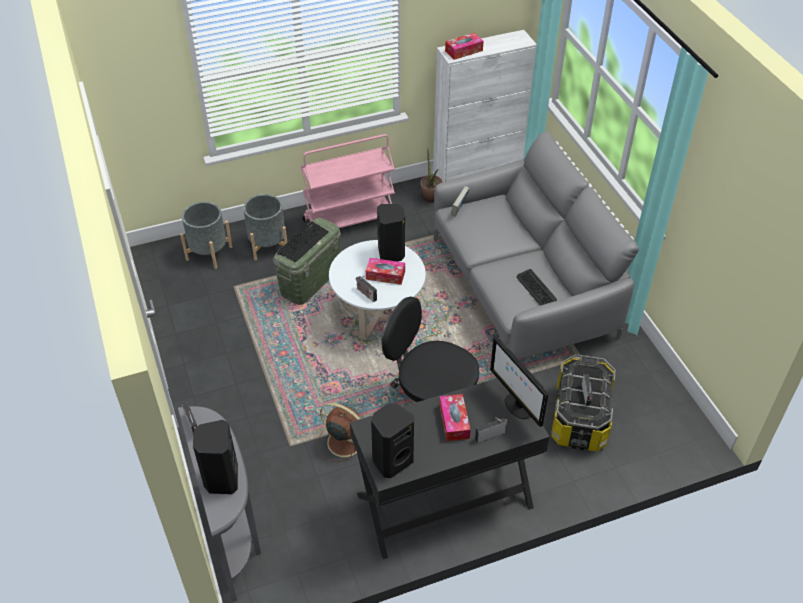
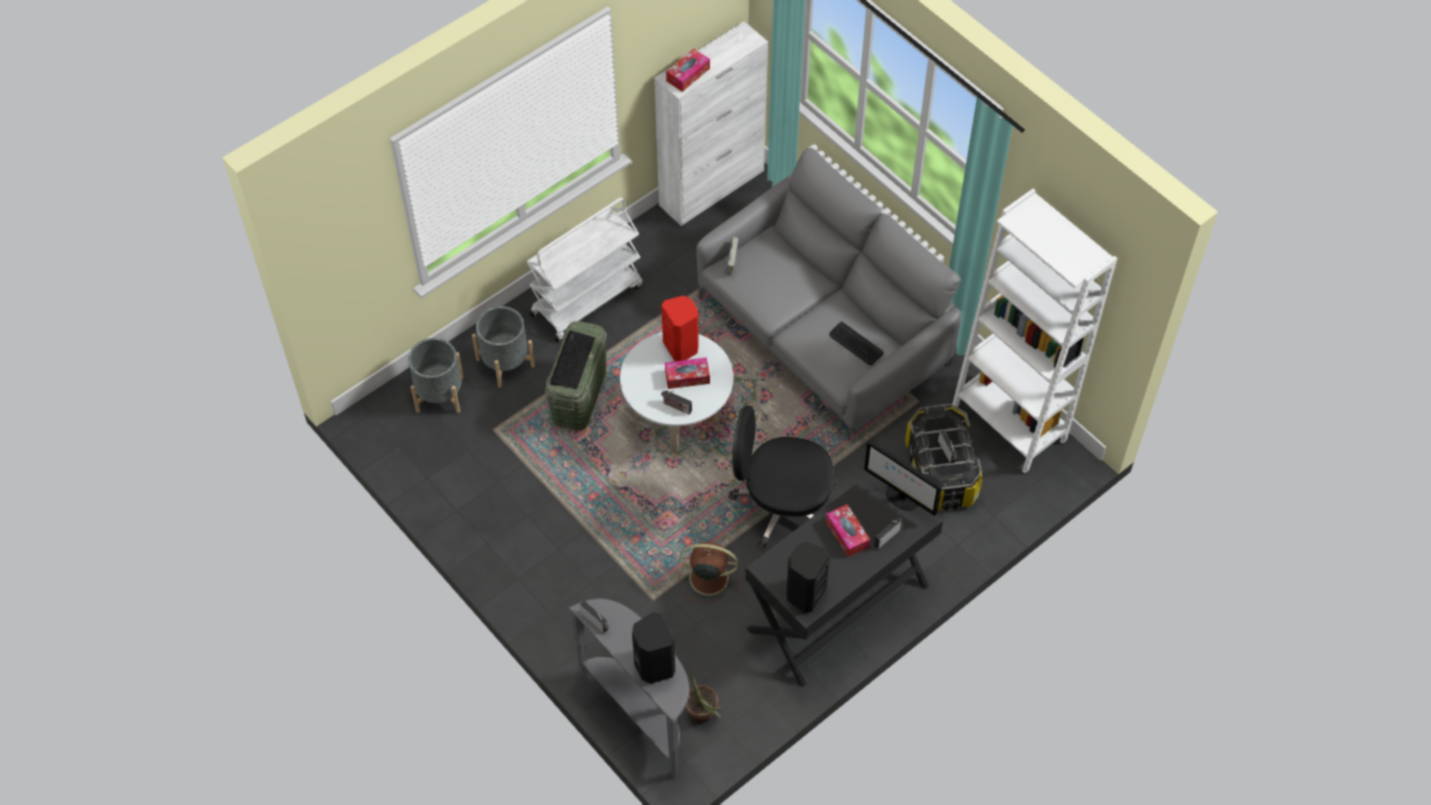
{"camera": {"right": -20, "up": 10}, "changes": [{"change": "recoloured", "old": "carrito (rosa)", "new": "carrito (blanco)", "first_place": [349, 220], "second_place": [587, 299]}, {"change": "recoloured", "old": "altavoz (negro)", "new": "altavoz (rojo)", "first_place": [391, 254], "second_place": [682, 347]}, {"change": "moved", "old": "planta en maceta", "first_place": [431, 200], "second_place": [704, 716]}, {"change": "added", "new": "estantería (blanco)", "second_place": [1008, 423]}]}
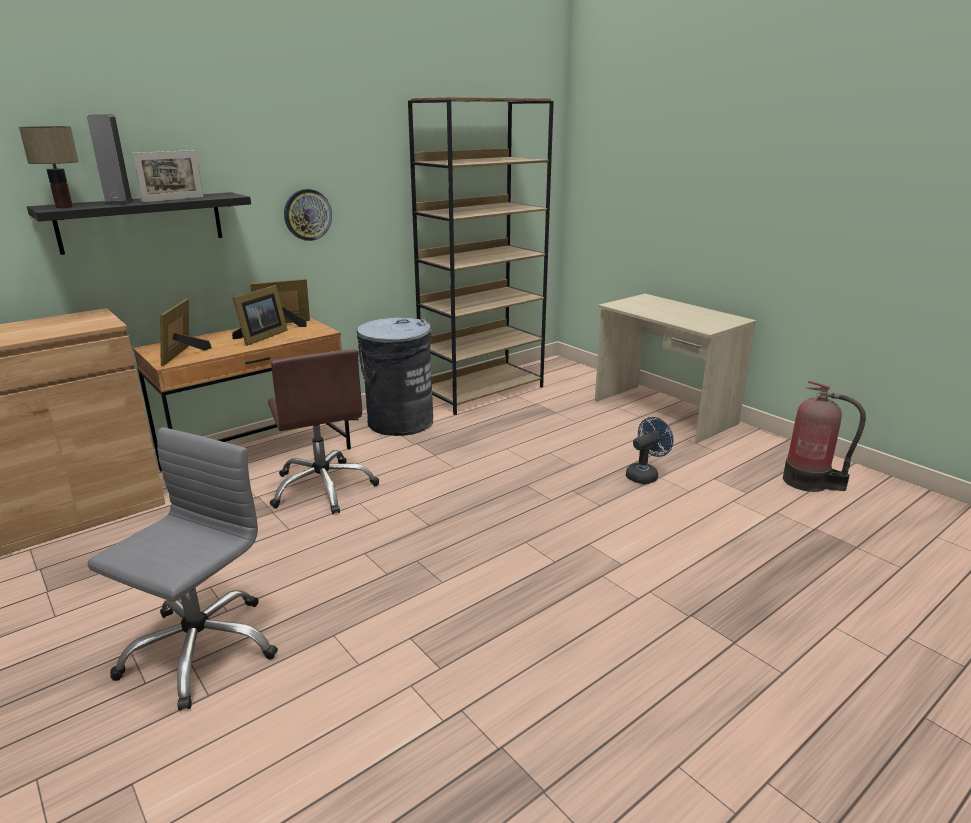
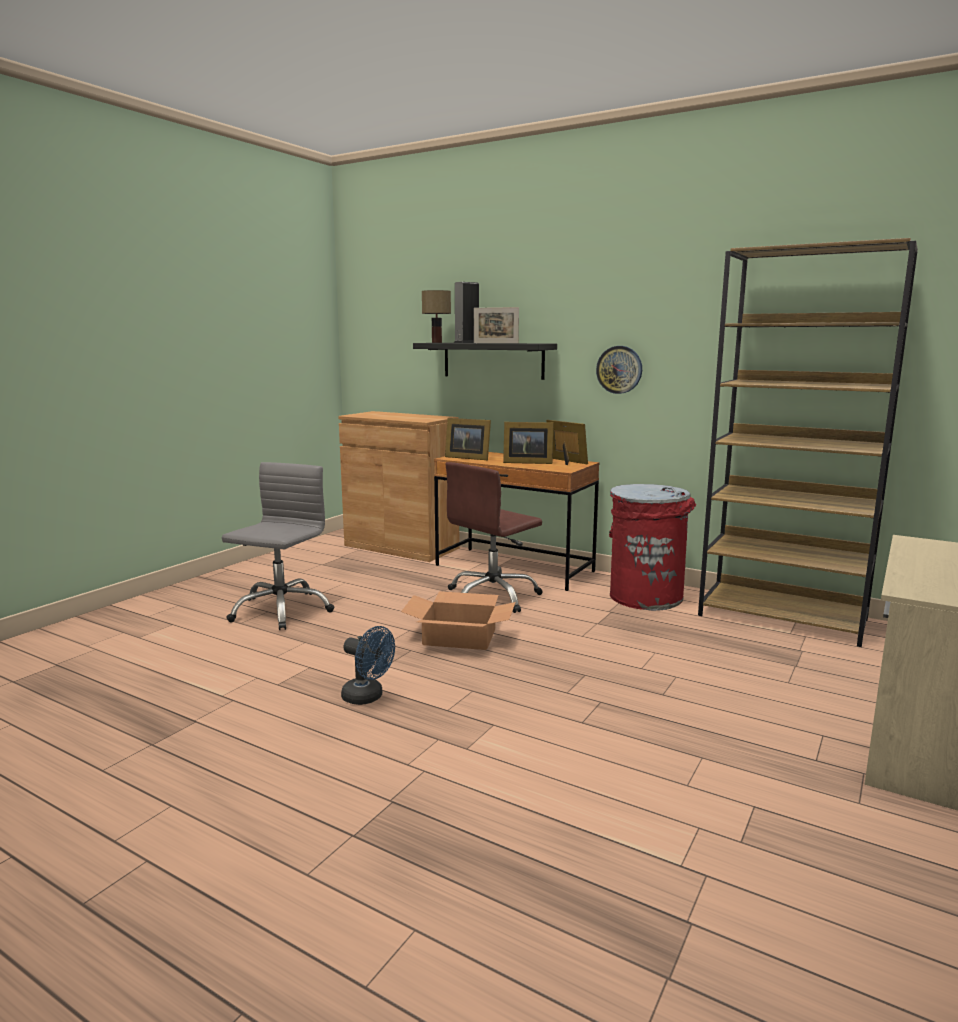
{"camera": {"right": 70, "up": -10}, "changes": [{"change": "turned", "old": "silla de oficina (gris)", "first_place": [200, 649], "second_place": [281, 610], "degrees": -75}, {"change": "turned", "old": "portarretratos", "first_place": [184, 355], "second_place": [467, 457], "degrees": -135}, {"change": "recoloured", "old": "papelera (gris)", "new": "papelera (rojo)", "first_place": [399, 422], "second_place": [645, 597]}, {"change": "moved", "old": "ventilador (azul)", "first_place": [645, 475], "second_place": [368, 697]}, {"change": "removed", "old": "extintor", "first_place": [809, 482]}, {"change": "added", "new": "caja de cartón", "second_place": [459, 637]}]}
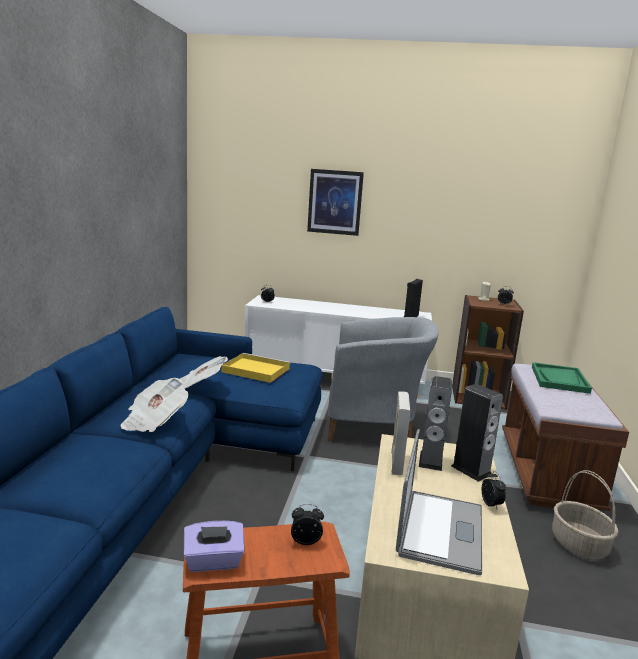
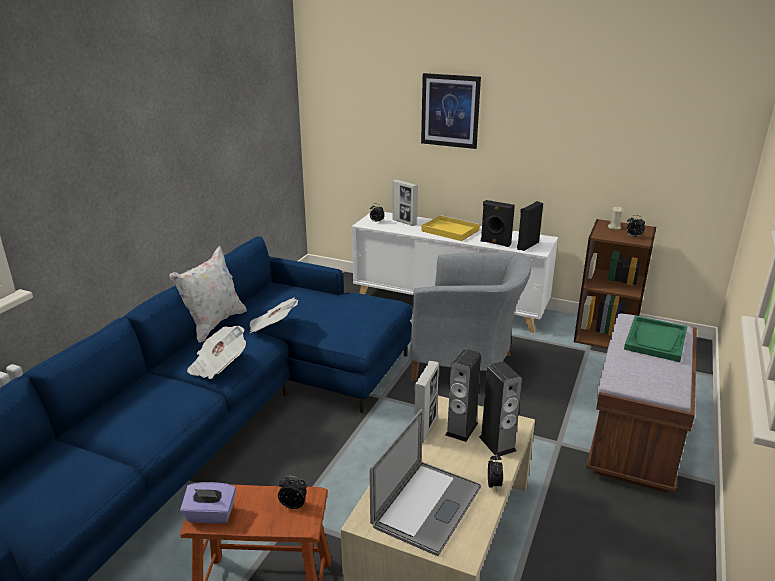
{"camera": {"right": 15, "up": 10}, "changes": [{"change": "moved", "old": "bandeja (amarillo)", "first_place": [254, 370], "second_place": [449, 230]}, {"change": "removed", "old": "cesta", "first_place": [580, 545]}, {"change": "added", "new": "cojín (blanco)", "second_place": [214, 324]}, {"change": "added", "new": "portarretratos", "second_place": [404, 222]}, {"change": "added", "new": "altavoz (negro)", "second_place": [495, 243]}]}
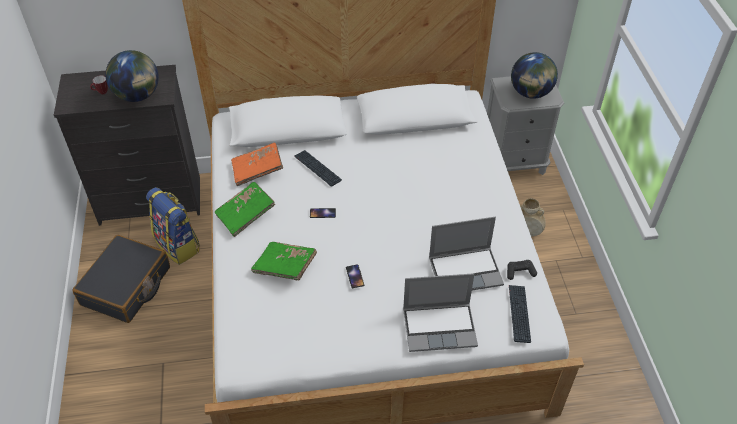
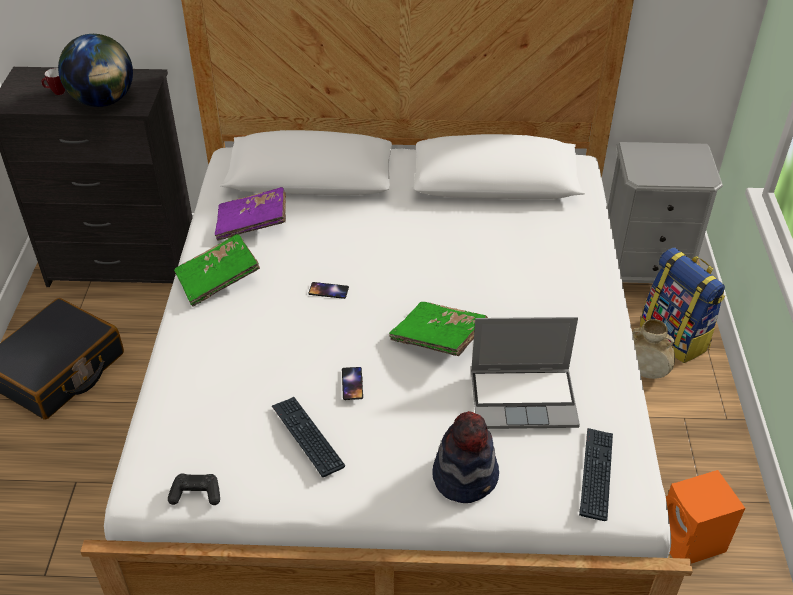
{"camera": {"right": 10, "up": -5}, "changes": [{"change": "moved", "old": "mochila", "first_place": [178, 245], "second_place": [675, 337]}, {"change": "recoloured", "old": "libro (naranja)", "new": "libro (morado)", "first_place": [257, 170], "second_place": [253, 224]}, {"change": "moved", "old": "libro (verde)", "first_place": [285, 267], "second_place": [438, 339]}, {"change": "moved", "old": "teclado", "first_place": [317, 168], "second_place": [307, 437]}, {"change": "replaced", "old": "portátil", "new": "sombrero", "first_place": [440, 327], "second_place": [466, 476]}, {"change": "moved", "old": "mando de consola (negro)", "first_place": [520, 272], "second_place": [196, 494]}, {"change": "removed", "old": "globo terráqueo", "first_place": [530, 93]}, {"change": "added", "new": "altavoz (naranja)", "second_place": [691, 542]}]}
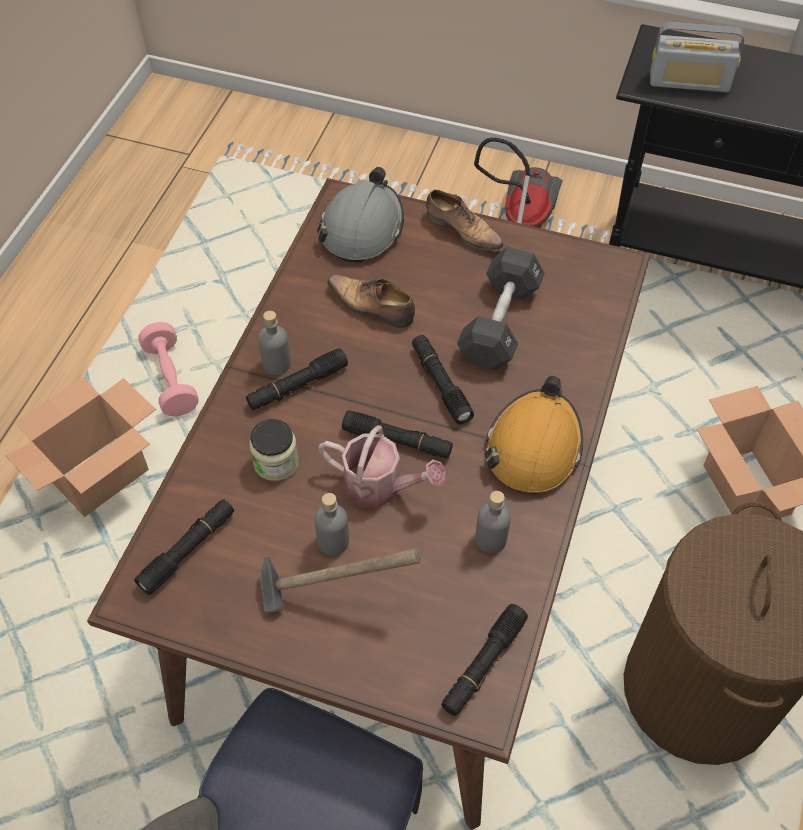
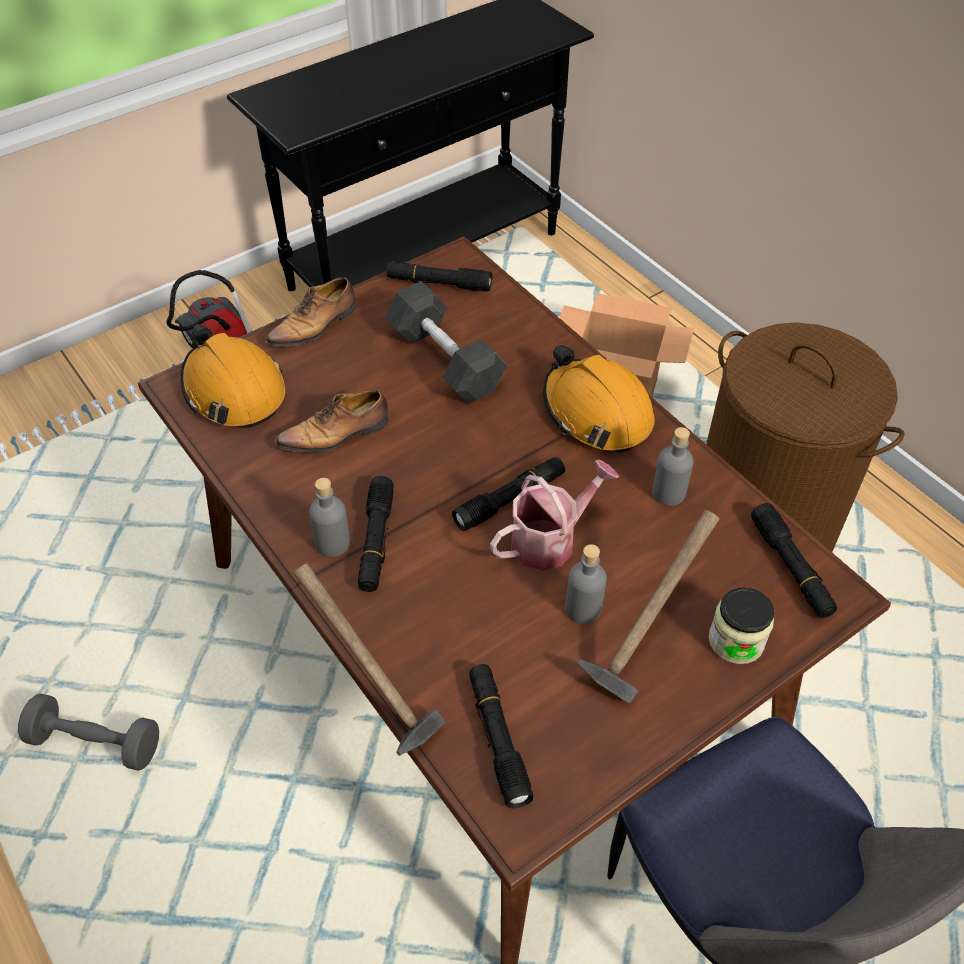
{"camera": {"right": -55, "up": -5}, "changes": [{"change": "removed", "old": "caja de cartón", "first_place": [101, 476]}, {"change": "recoloured", "old": "mancuerna (rosa)", "new": "mancuerna (gris)", "first_place": [171, 379], "second_place": [96, 742]}, {"change": "moved", "old": "tarro", "first_place": [276, 462], "second_place": [736, 641]}, {"change": "recoloured", "old": "casco (gris)", "new": "casco (naranja)", "first_place": [362, 228], "second_place": [233, 390]}, {"change": "moved", "old": "linterna (negro)", "first_place": [440, 384], "second_place": [439, 283]}, {"change": "turned", "old": "zapato", "first_place": [463, 230], "second_place": [315, 326], "degrees": 150}, {"change": "removed", "old": "radio", "first_place": [689, 82]}, {"change": "added", "new": "martillo", "second_place": [372, 696]}]}
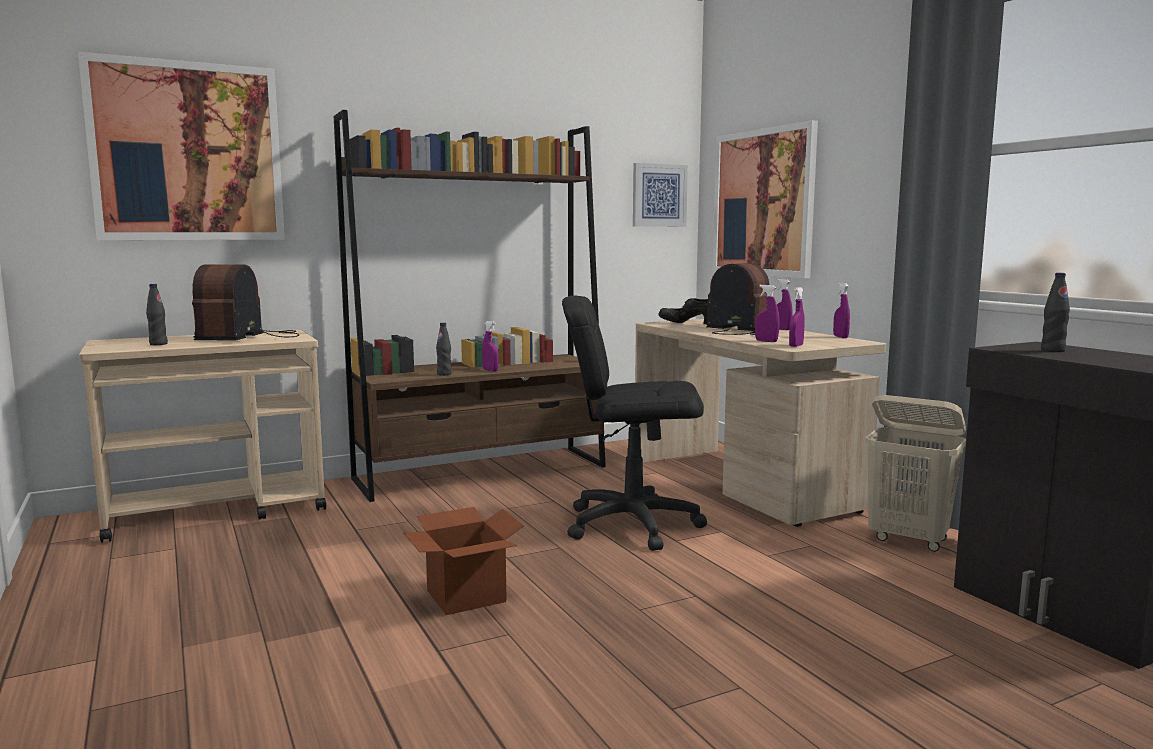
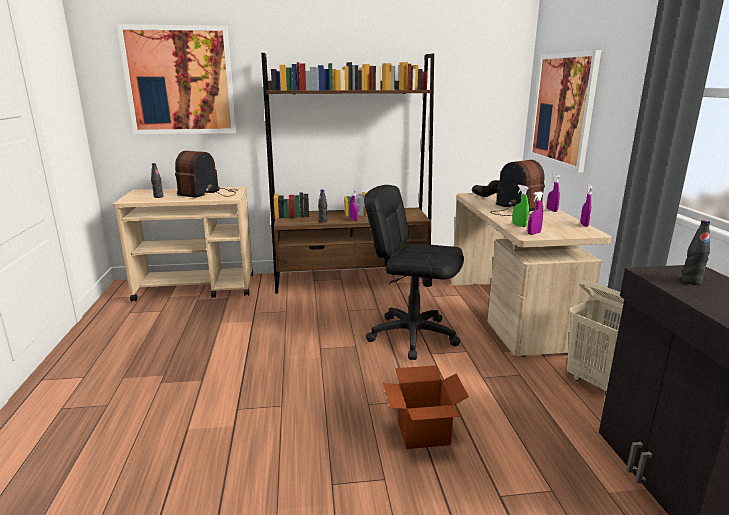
{"camera": {"right": 20, "up": 10}, "changes": [{"change": "moved", "old": "caja de cartón", "first_place": [466, 596], "second_place": [423, 432]}, {"change": "removed", "old": "cuadro", "first_place": [659, 195]}, {"change": "recoloured", "old": "pulverizador (morado)", "new": "pulverizador (verde)", "first_place": [766, 341], "second_place": [519, 225]}]}
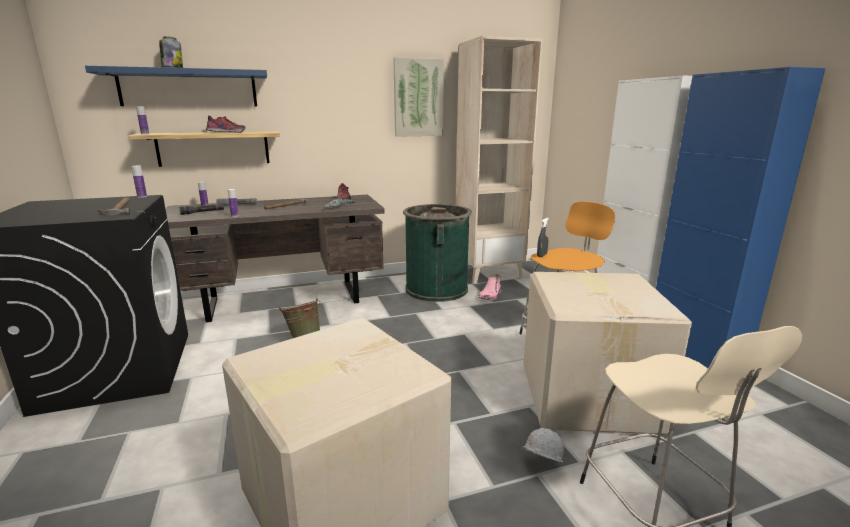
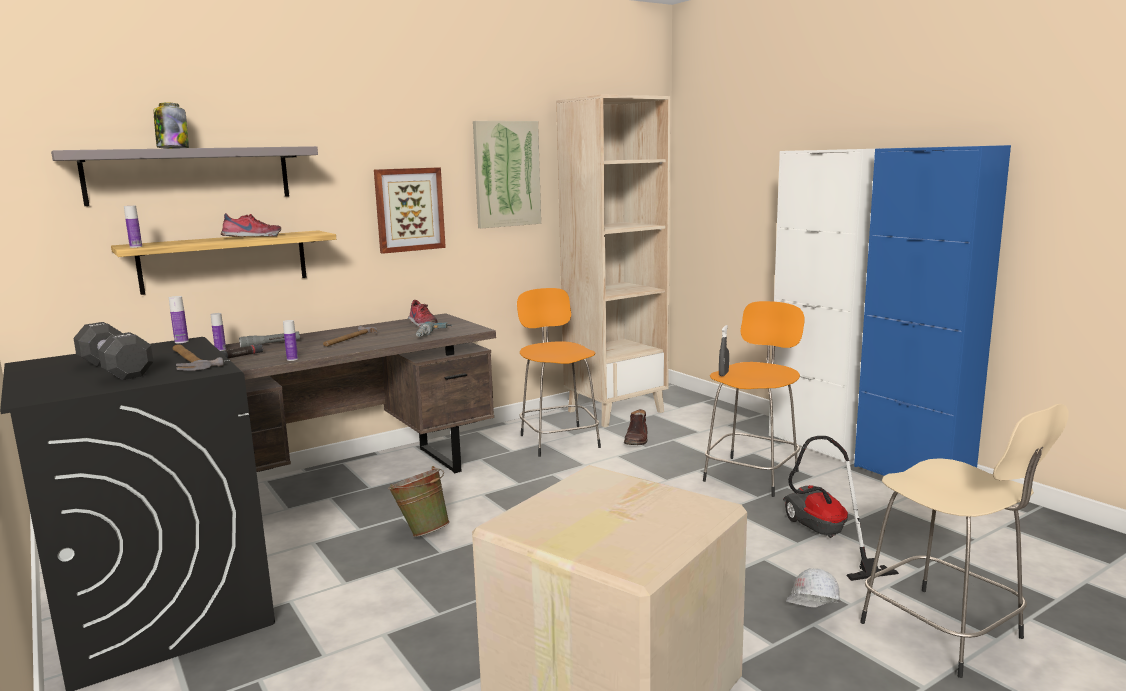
{"camera": {"right": -15, "up": -5}, "changes": [{"change": "recoloured", "old": "estante (azul)", "new": "estante (gris)", "first_place": [189, 88], "second_place": [189, 175]}, {"change": "replaced", "old": "papelera (verde)", "new": "taburete (naranja)", "first_place": [436, 289], "second_place": [558, 440]}, {"change": "recoloured", "old": "bota (rosa)", "new": "bota (marrón)", "first_place": [490, 295], "second_place": [637, 439]}, {"change": "replaced", "old": "caja de cartón", "new": "aspiradora", "first_place": [589, 395], "second_place": [823, 537]}, {"change": "added", "new": "mancuerna (negro)", "second_place": [115, 369]}, {"change": "added", "new": "cuadro", "second_place": [409, 209]}]}
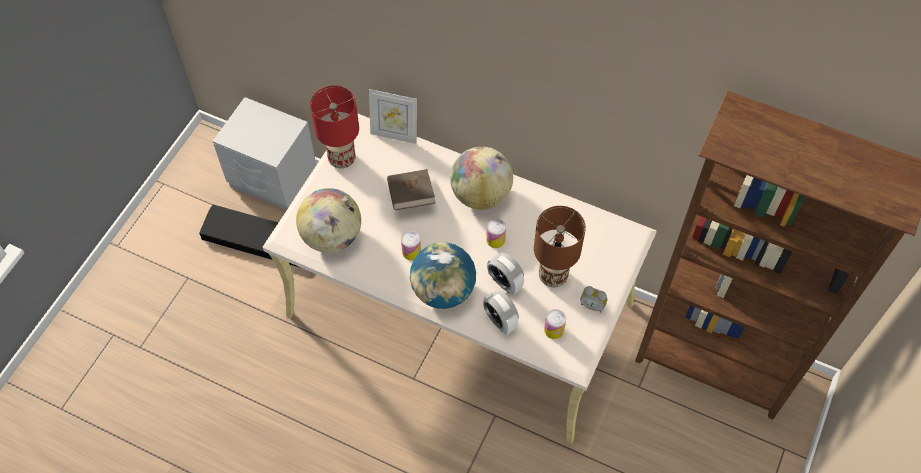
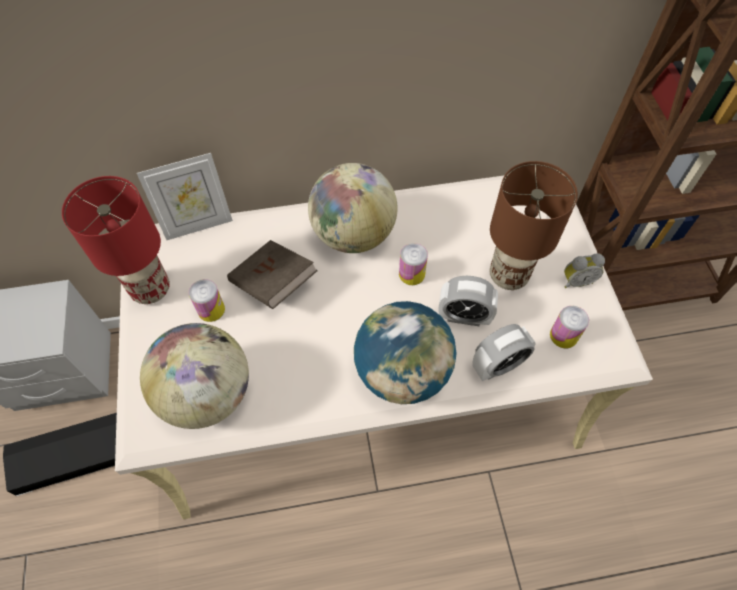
{"camera": {"right": -35, "up": 0}, "changes": [{"change": "moved", "old": "lata", "first_place": [411, 252], "second_place": [211, 309]}, {"change": "turned", "old": "despertador", "first_place": [500, 321], "second_place": [497, 365], "degrees": -45}]}
